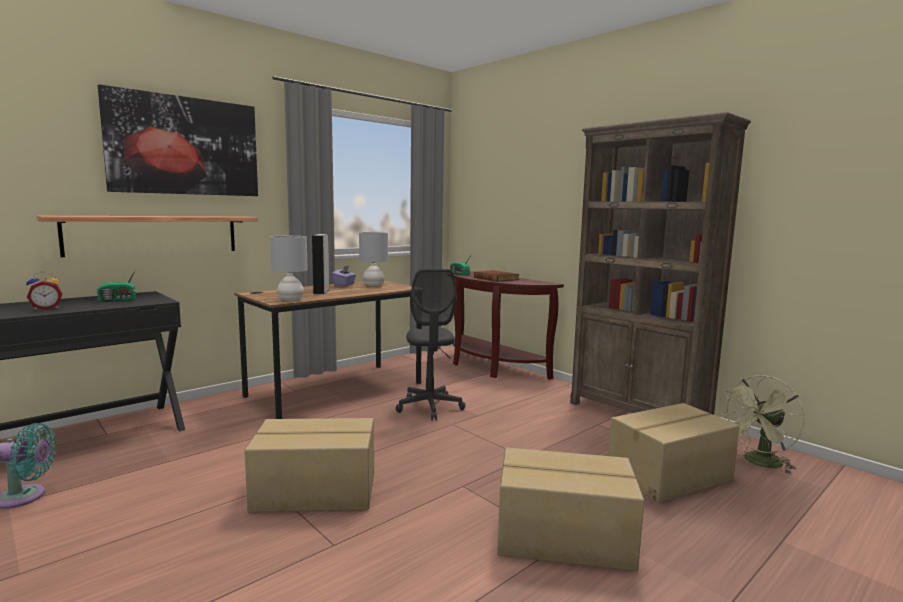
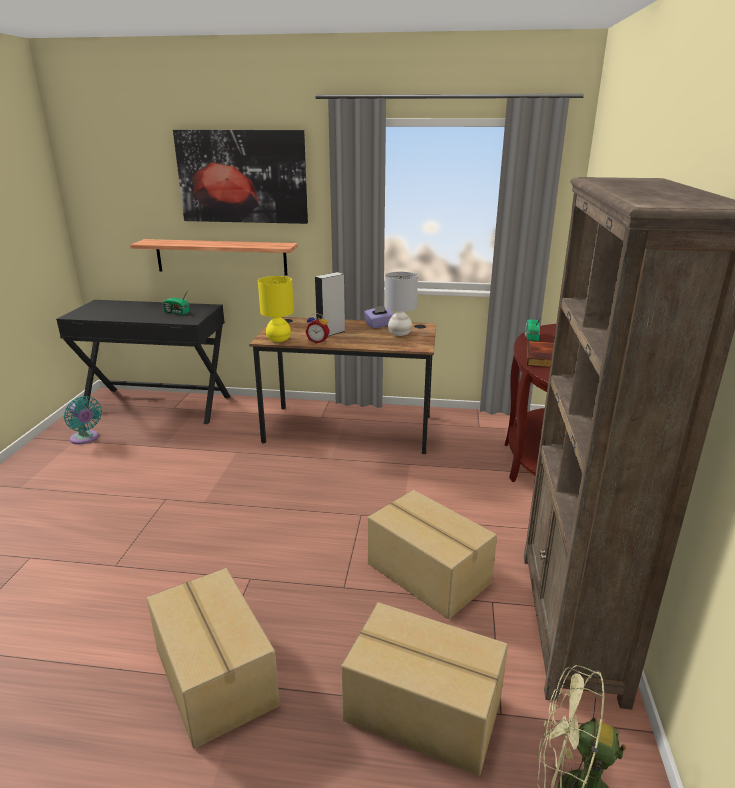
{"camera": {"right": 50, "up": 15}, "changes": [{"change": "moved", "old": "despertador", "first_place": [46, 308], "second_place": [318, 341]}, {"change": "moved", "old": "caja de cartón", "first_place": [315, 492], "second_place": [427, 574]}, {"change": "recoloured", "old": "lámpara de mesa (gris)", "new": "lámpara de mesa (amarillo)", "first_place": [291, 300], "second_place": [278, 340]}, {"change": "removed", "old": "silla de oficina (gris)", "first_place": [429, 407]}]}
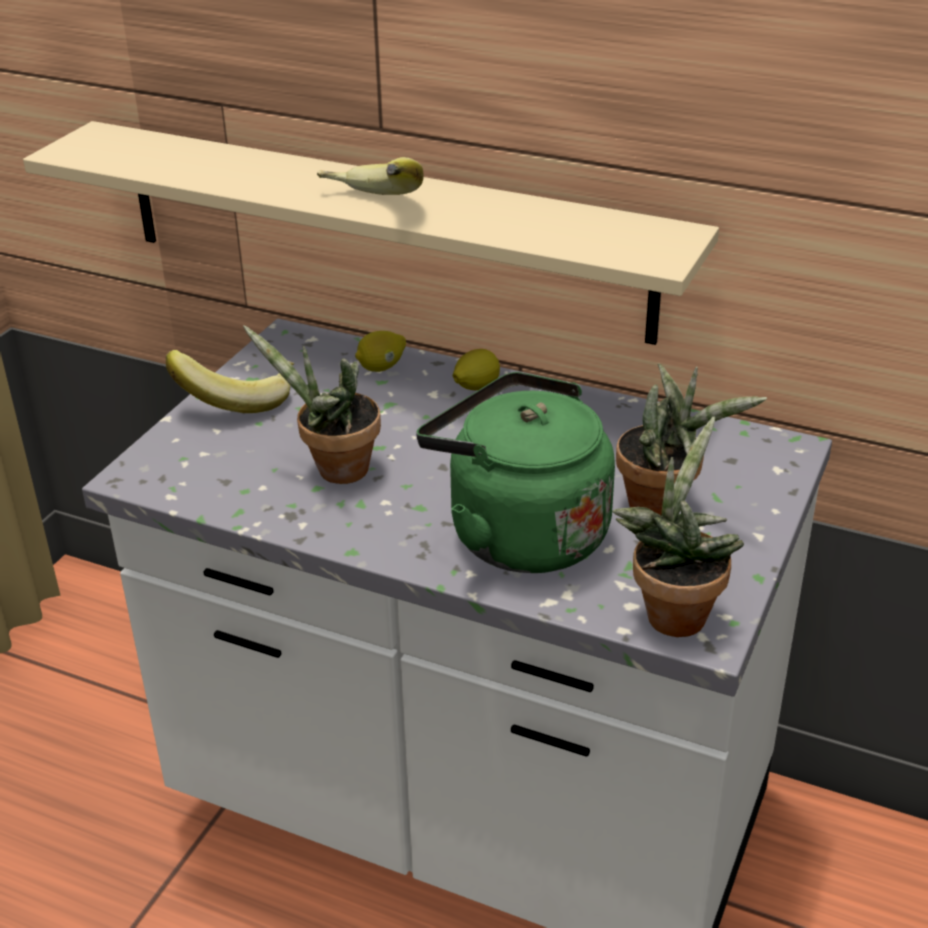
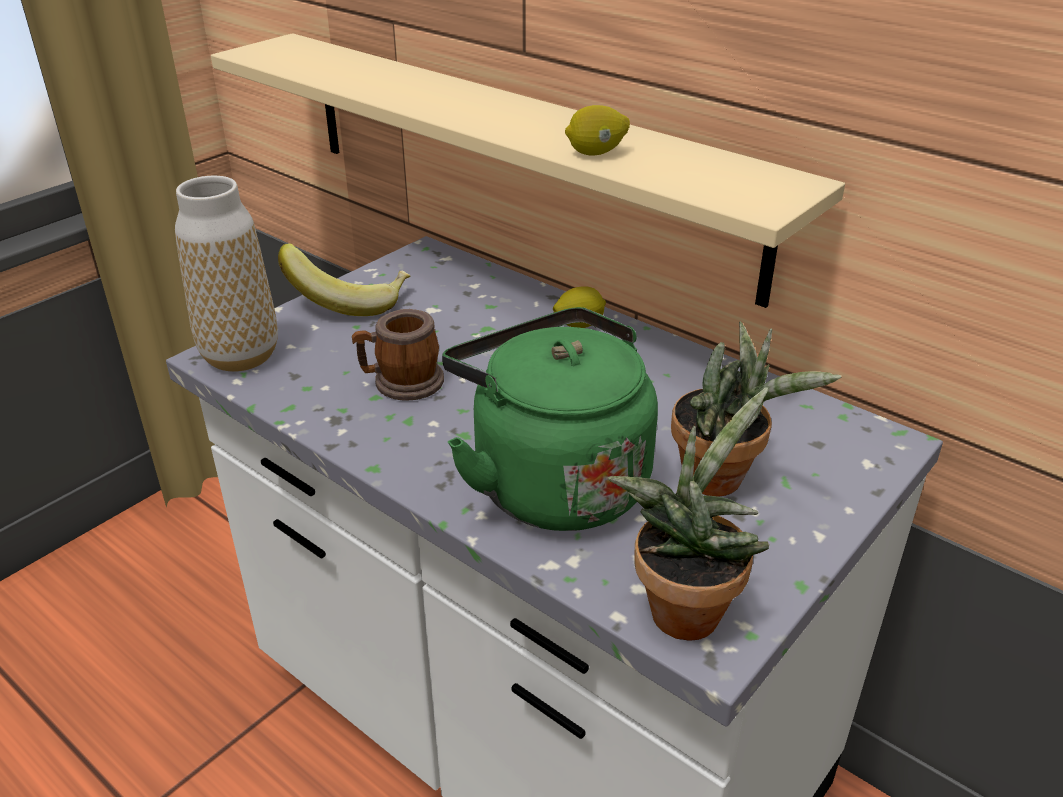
{"camera": {"right": 15, "up": 0}, "changes": [{"change": "replaced", "old": "planta en maceta", "new": "taza grande", "first_place": [335, 471], "second_place": [401, 383]}, {"change": "removed", "old": "plátano", "first_place": [368, 207]}, {"change": "moved", "old": "limón", "first_place": [381, 367], "second_place": [596, 153]}, {"change": "added", "new": "florero", "second_place": [240, 356]}]}
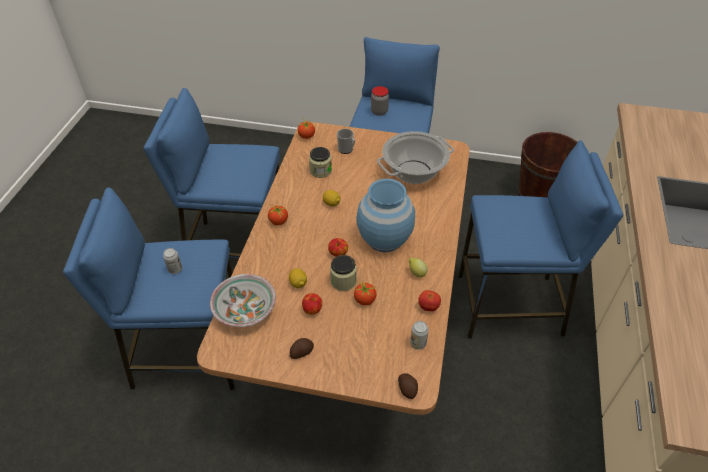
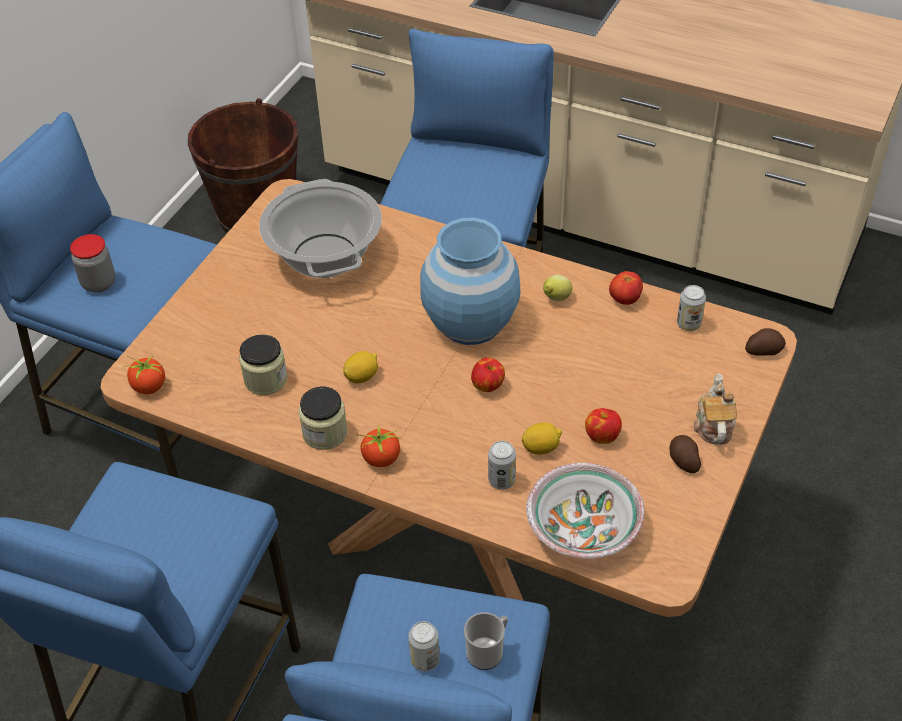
{"camera": {"right": -75, "up": 0}, "changes": [{"change": "moved", "old": "tarro", "first_place": [343, 281], "second_place": [325, 433]}, {"change": "moved", "old": "taza grande", "first_place": [346, 150], "second_place": [488, 651]}, {"change": "removed", "old": "tomate", "first_place": [365, 300]}, {"change": "added", "new": "lata", "second_place": [501, 480]}, {"change": "added", "new": "tetera", "second_place": [713, 425]}]}
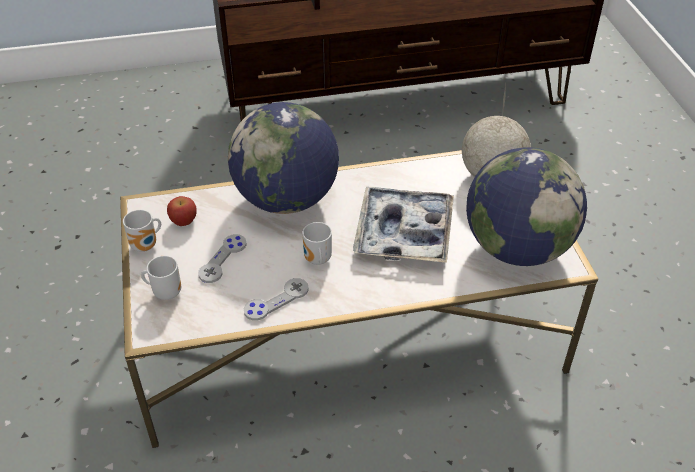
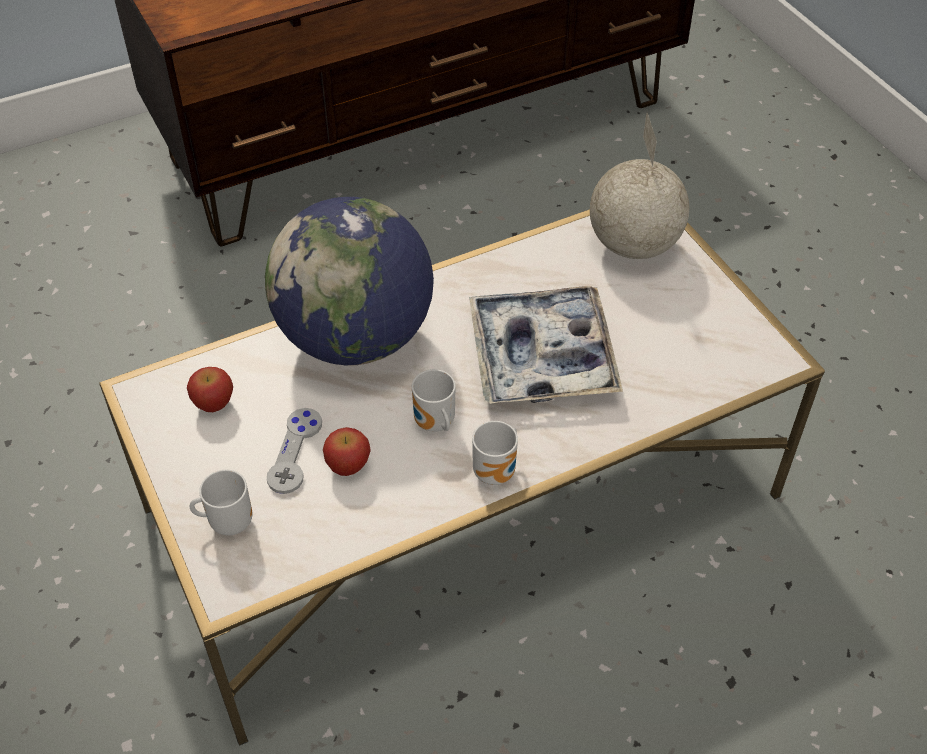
{"camera": {"right": -15, "up": 5}, "changes": [{"change": "moved", "old": "taza grande", "first_place": [146, 246], "second_place": [497, 472]}, {"change": "removed", "old": "mando de consola (gris)", "first_place": [276, 300]}, {"change": "removed", "old": "globo terráqueo", "first_place": [517, 248]}, {"change": "added", "new": "manzana", "second_place": [348, 465]}]}
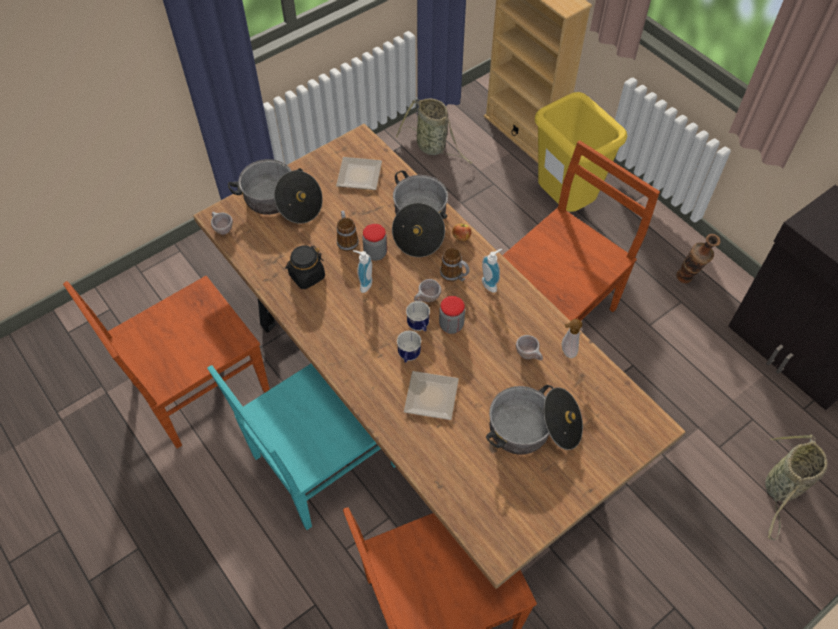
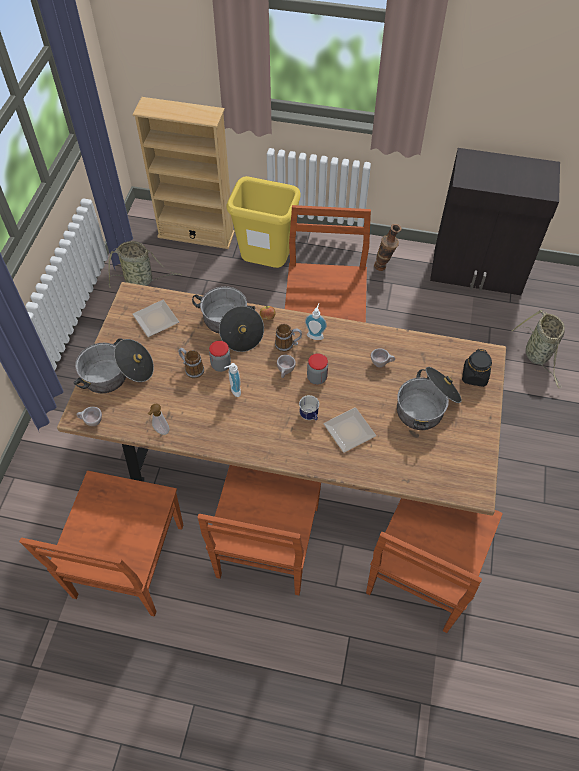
{"camera": {"right": -40, "up": 0}, "changes": [{"change": "recoloured", "old": "silla (turquesa)", "new": "silla (marrón)", "first_place": [322, 462], "second_place": [267, 544]}, {"change": "moved", "old": "tarro (negro)", "first_place": [307, 276], "second_place": [474, 376]}, {"change": "removed", "old": "taza grande", "first_place": [419, 327]}, {"change": "moved", "old": "dispensador de jabón", "first_place": [566, 351], "second_place": [160, 431]}]}
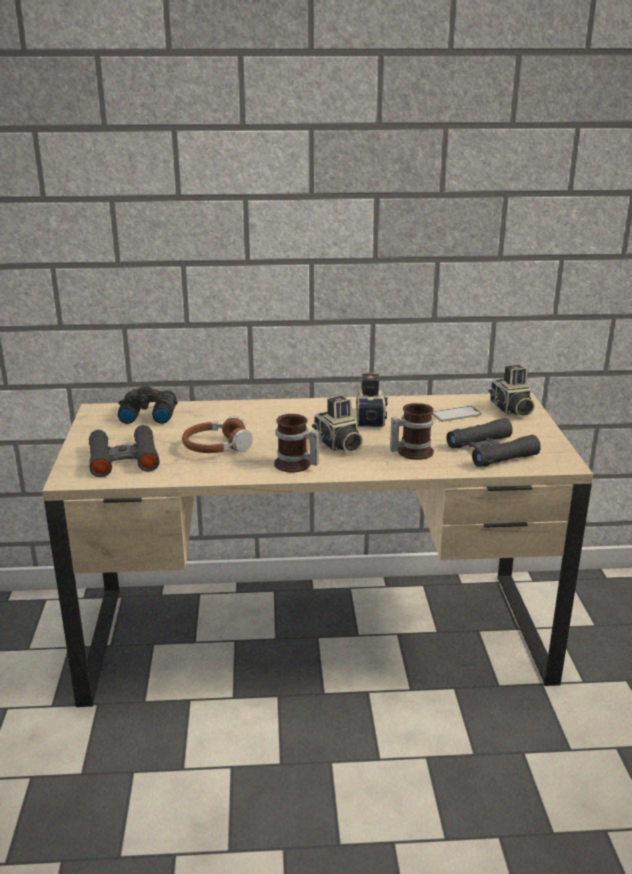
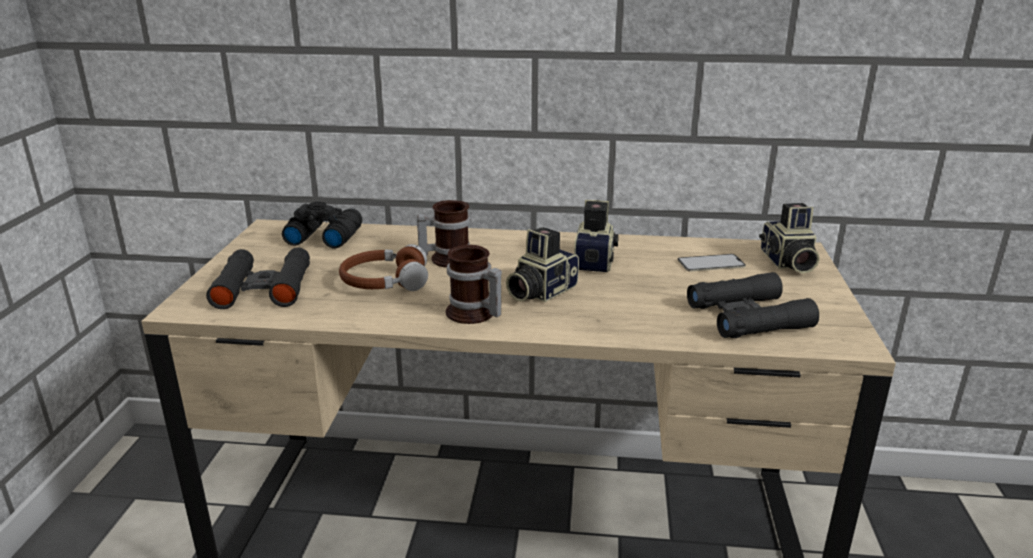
{"camera": {"right": 10, "up": 0}, "changes": [{"change": "turned", "old": "cámara", "first_place": [337, 445], "second_place": [539, 291], "degrees": 60}, {"change": "moved", "old": "taza grande", "first_place": [411, 451], "second_place": [447, 258]}]}
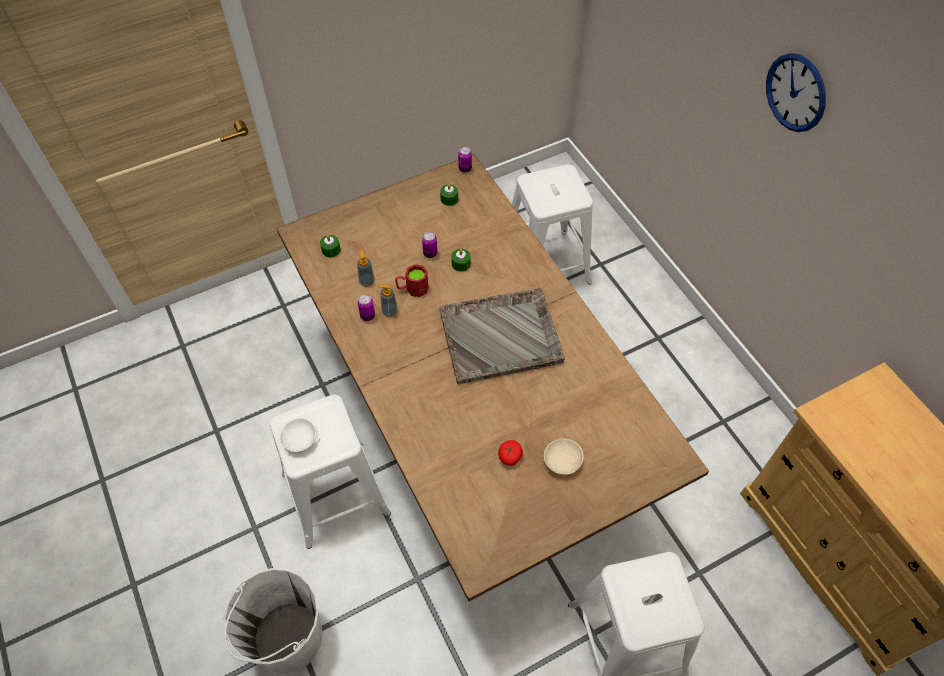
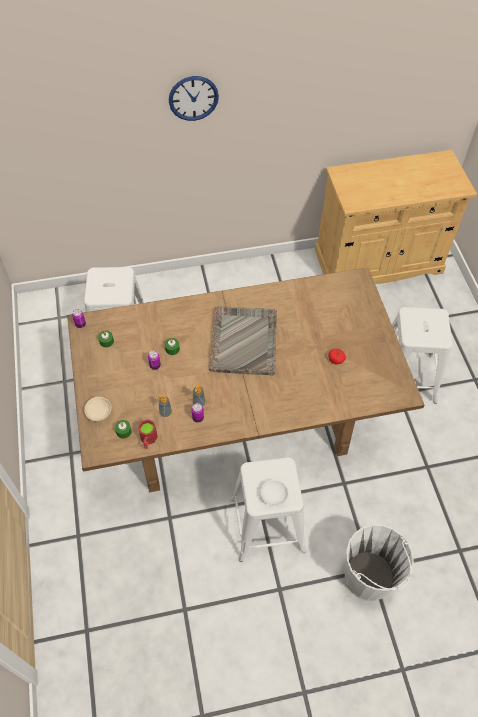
{"camera": {"right": -75, "up": 0}, "changes": [{"change": "moved", "old": "taza grande (rojo)", "first_place": [412, 289], "second_place": [148, 440]}, {"change": "moved", "old": "cuenco (beis)", "first_place": [562, 460], "second_place": [98, 412]}]}
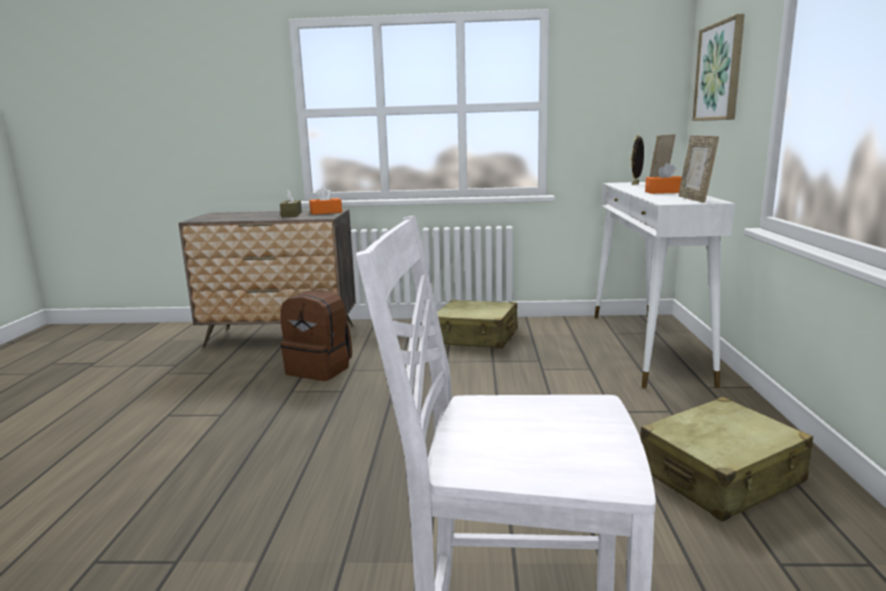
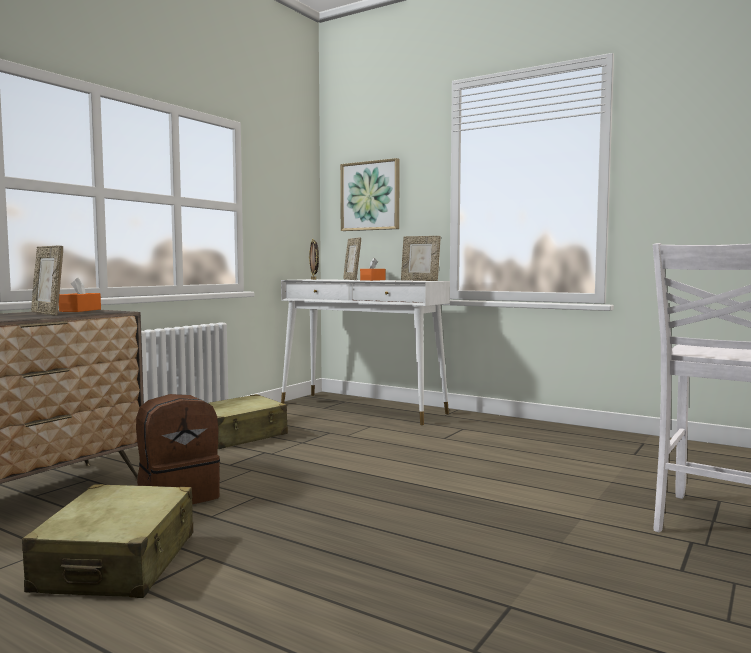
{"camera": {"right": -60, "up": -10}, "changes": [{"change": "replaced", "old": "caja de pañuelos (marrón)", "new": "portarretratos", "first_place": [291, 214], "second_place": [48, 313]}, {"change": "moved", "old": "maleta (beis)", "first_place": [720, 476], "second_place": [117, 563]}]}
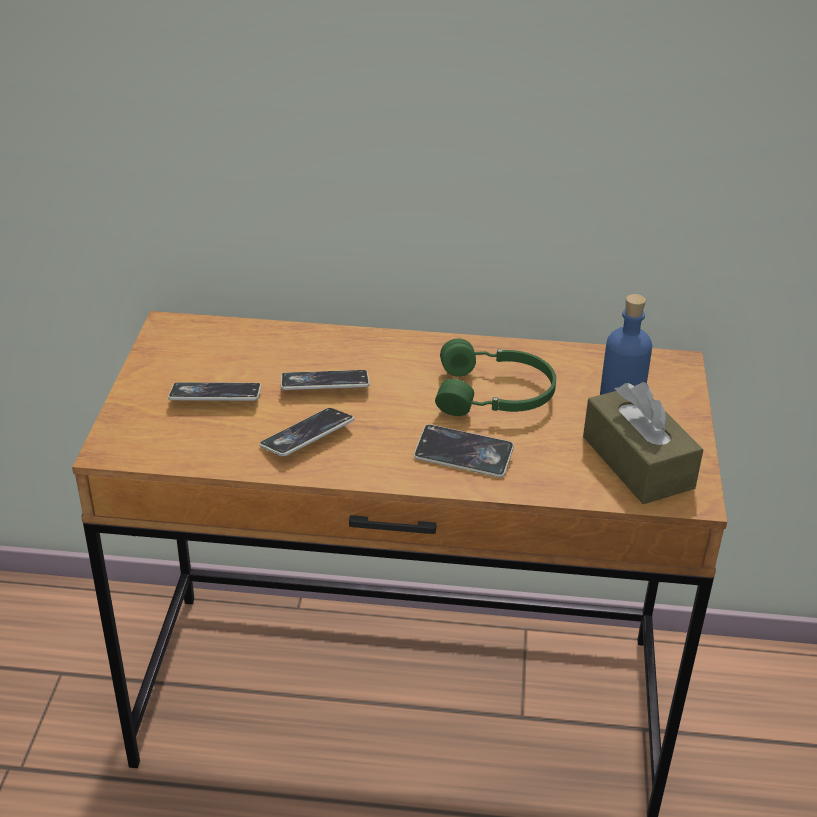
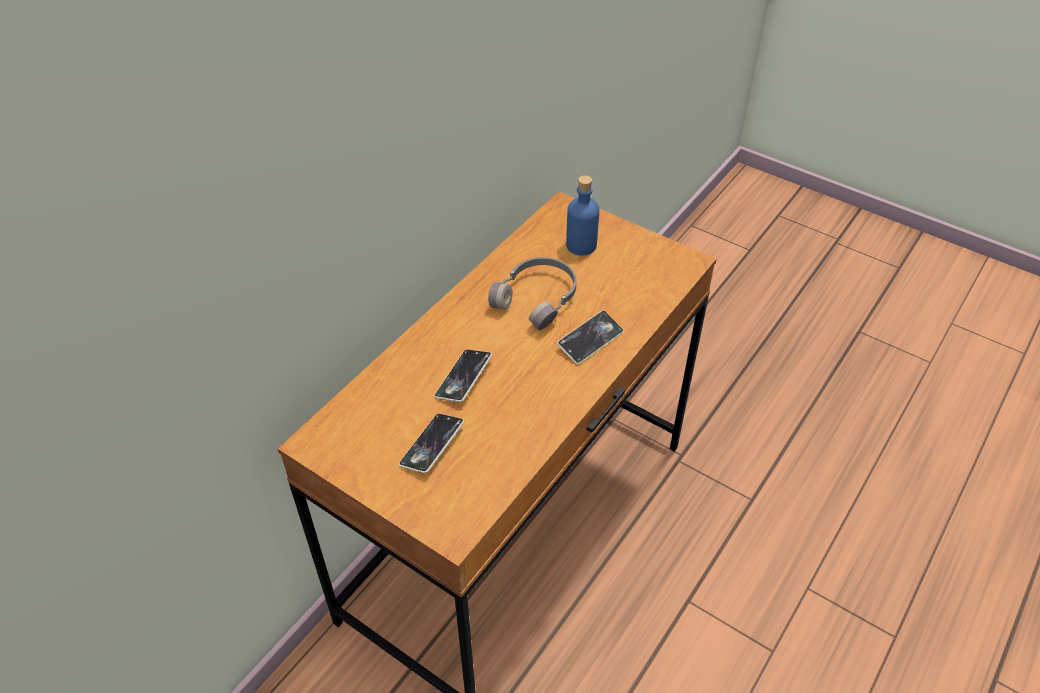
{"camera": {"right": -60, "up": 10}, "changes": [{"change": "removed", "old": "móvil", "first_place": [307, 437]}, {"change": "recoloured", "old": "auriculares (verde)", "new": "auriculares (gris)", "first_place": [495, 395], "second_place": [538, 298]}, {"change": "removed", "old": "caja de pañuelos (marrón)", "first_place": [637, 462]}]}
